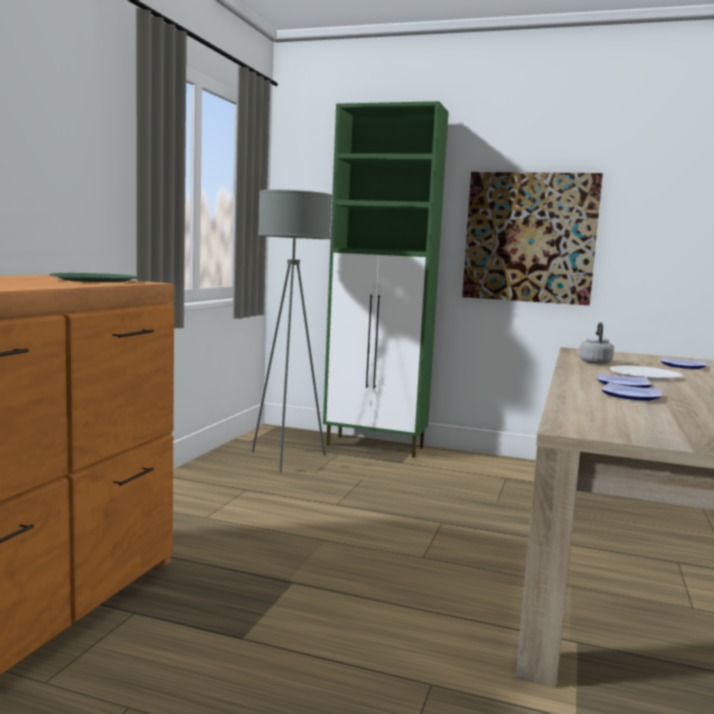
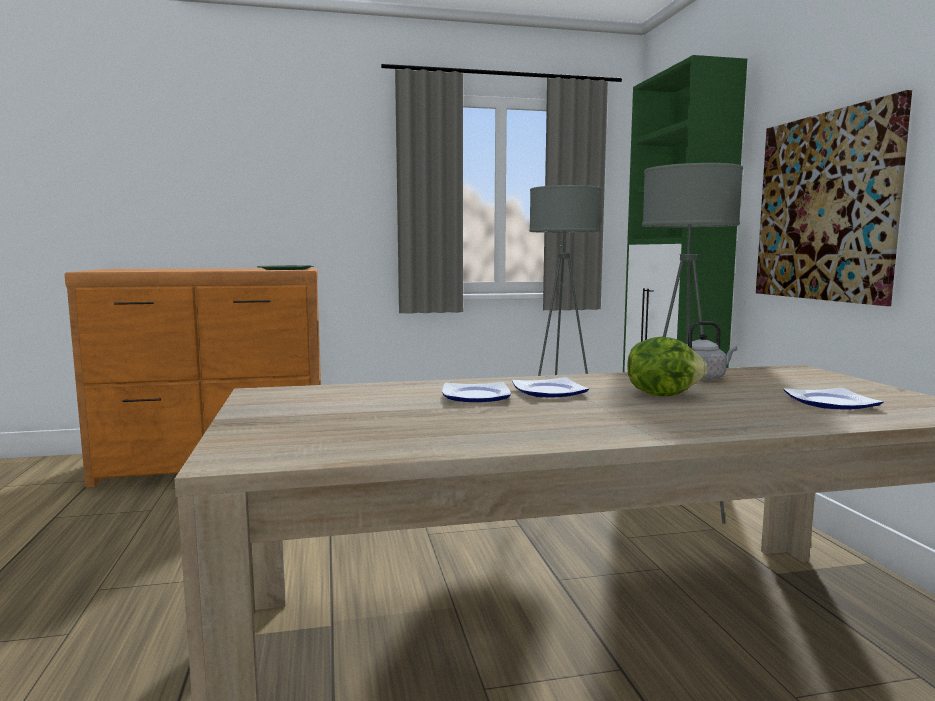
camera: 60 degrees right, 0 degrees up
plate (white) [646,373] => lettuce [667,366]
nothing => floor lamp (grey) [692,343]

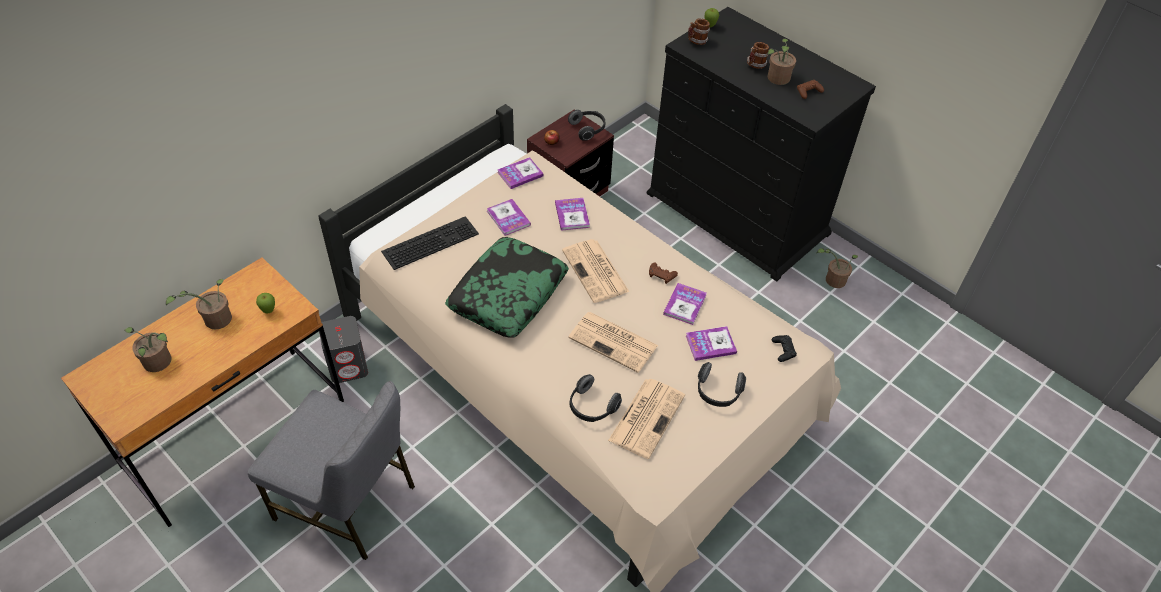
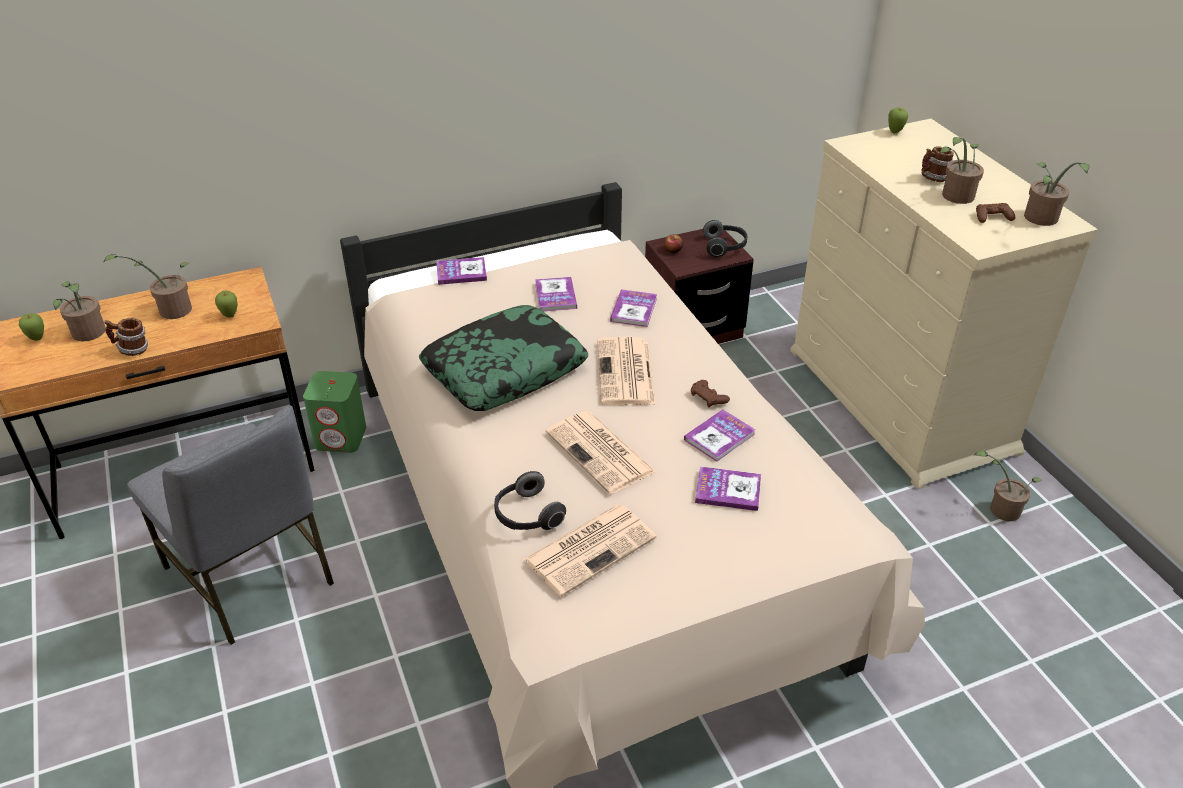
camera: 25 degrees right, 10 degrees down
nothing => apple [31,327]
mug [699,31] => mug [126,337], shifted
speaker (grey) [343,349] => speaker (green) [334,412]
book [520,173] => book [461,271], shifted
dresser (black) [761,144] => dresser (beige) [944,304]
nothing => potted plant [1057,194]
keyboard [430,243] => nothing
headphones [722,384] => nothing
game controller (black) [784,348] => nothing

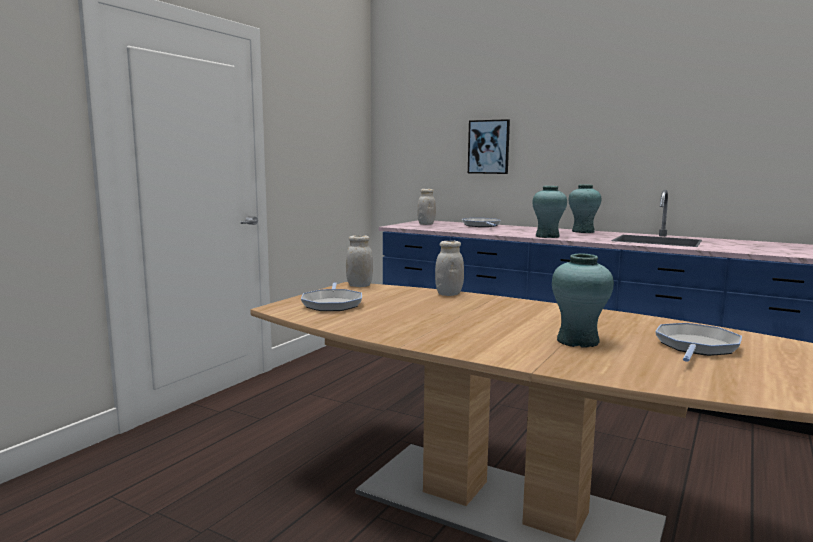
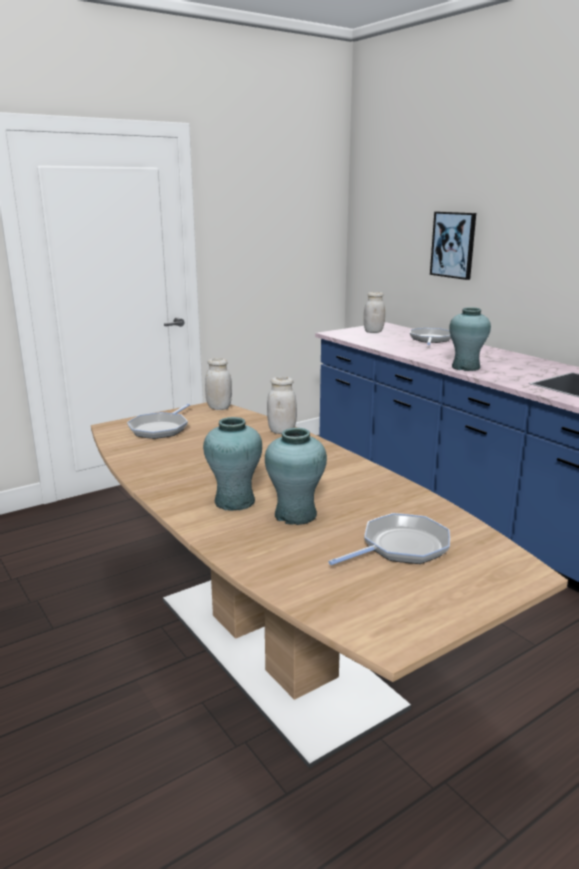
camera: 25 degrees right, 10 degrees up
vase (turquoise) [584,209] => vase (turquoise) [232,464], shifted

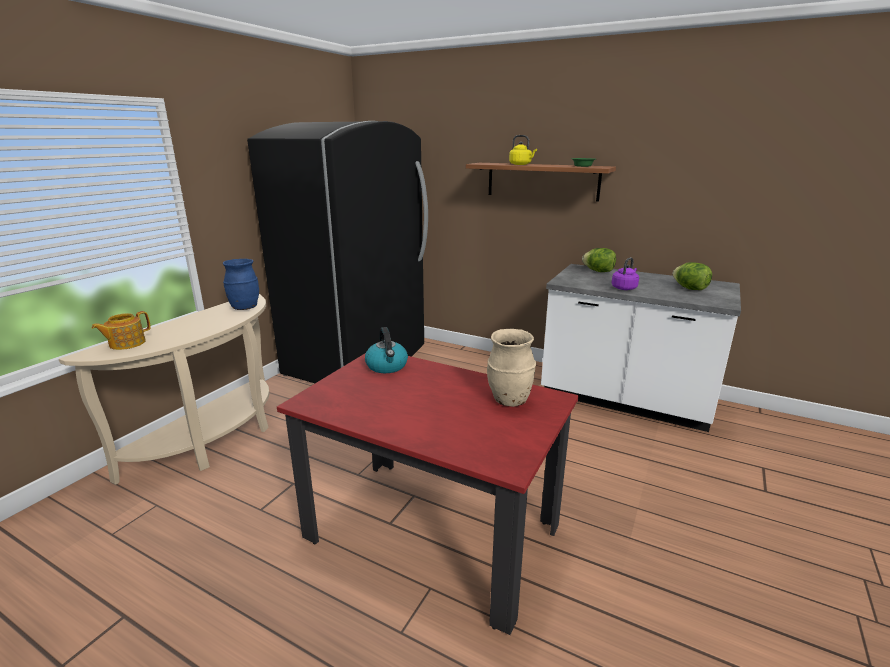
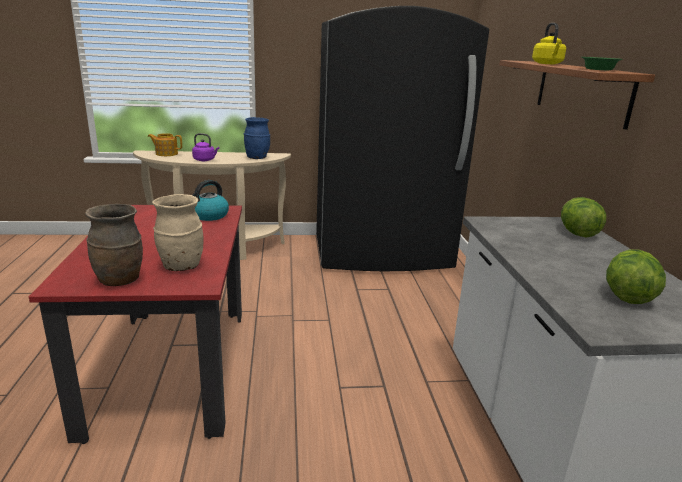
camera: 55 degrees right, 0 degrees up
nothing => vase (brown) [114,245]
kettle (purple) [625,273] => kettle (purple) [205,147], shifted

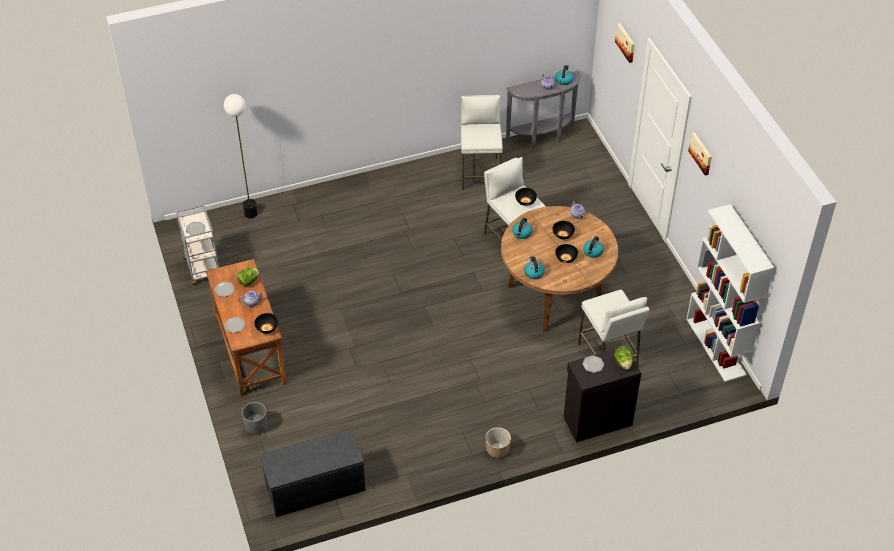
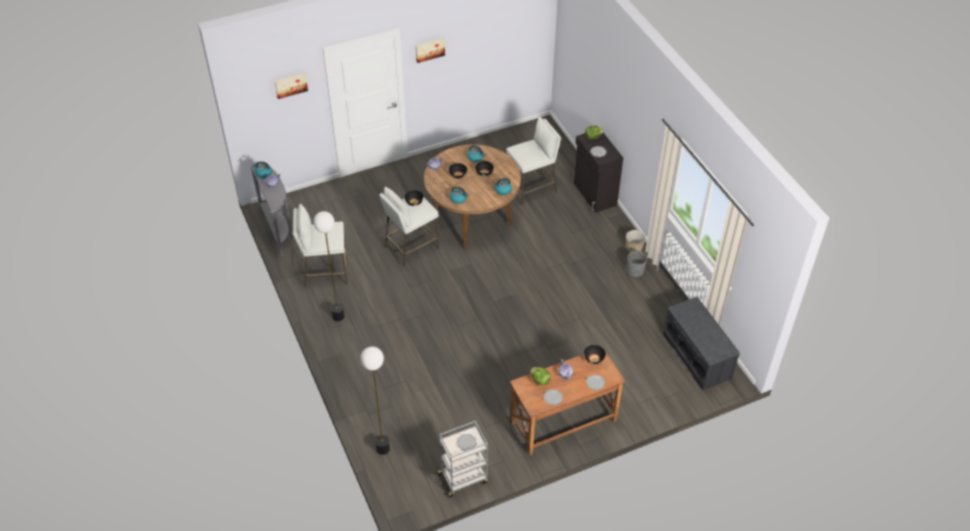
camera: 95 degrees left, 0 degrees up
nothing => floor lamp [329,266]
planter (grey) [254,418] => planter (grey) [637,264], shifted
bookcase (white) [730,293] => nothing

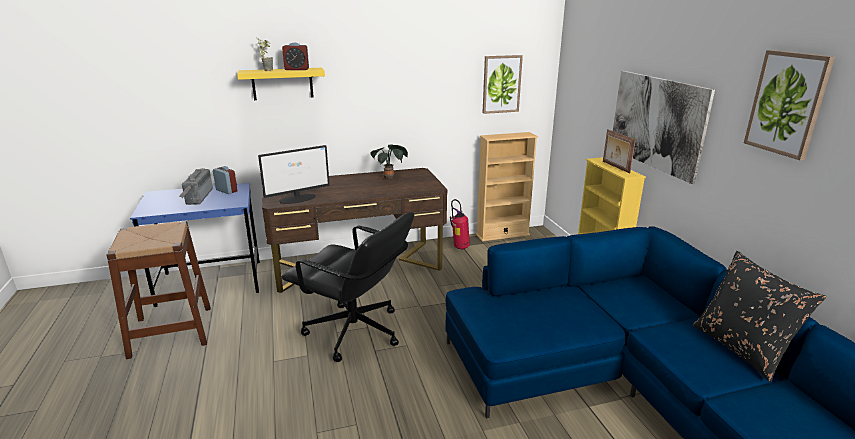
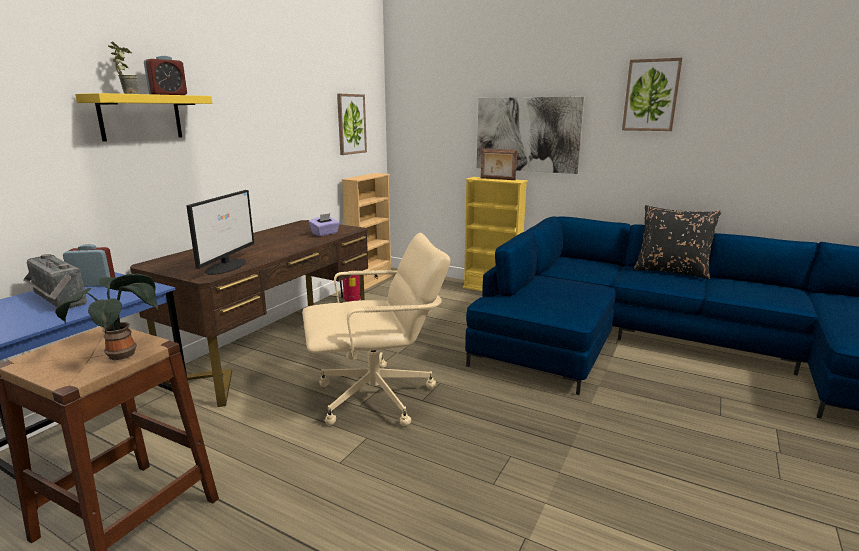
camera: 45 degrees left, 5 degrees down
potted plant [389,161] => potted plant [106,317], shifted
office chair (black) [348,287] => office chair (beige) [376,329]
nothing => tissue box (purple) [324,224]

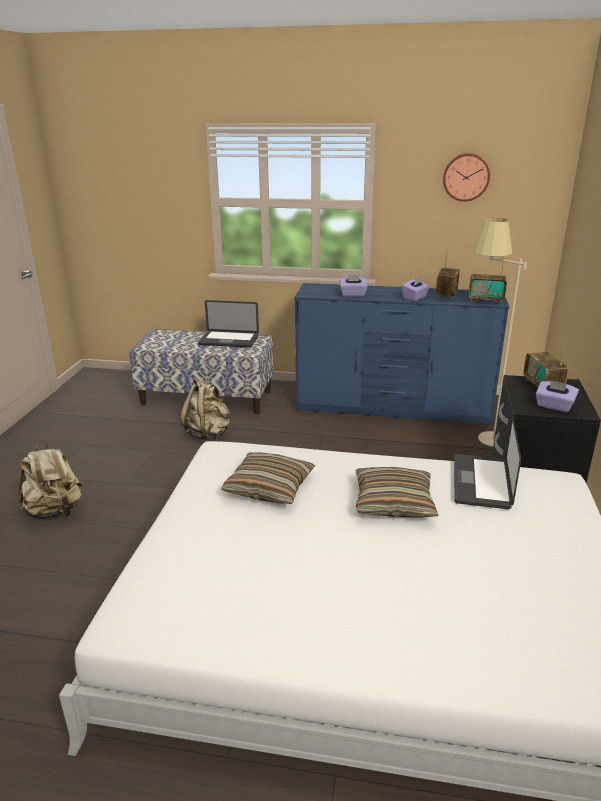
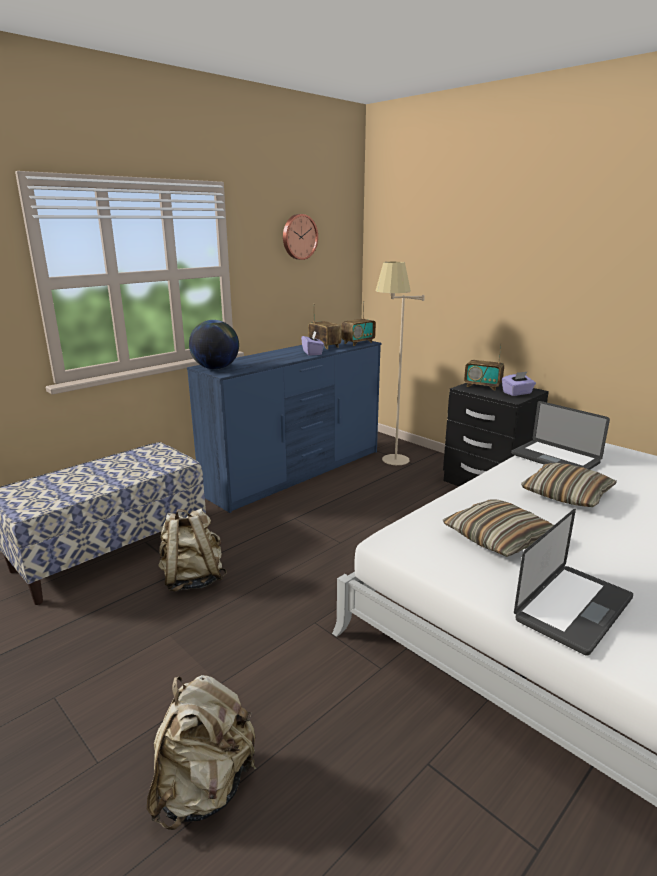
camera: 55 degrees left, 5 degrees down
nothing => globe [214,344]
laptop [228,324] => laptop [573,582], shifted
tissue box (purple) [353,285] => nothing

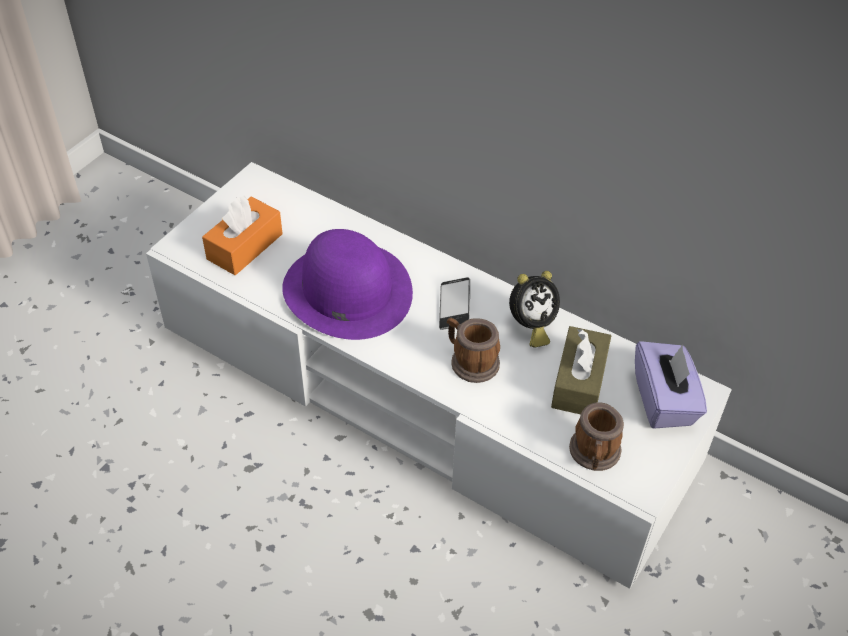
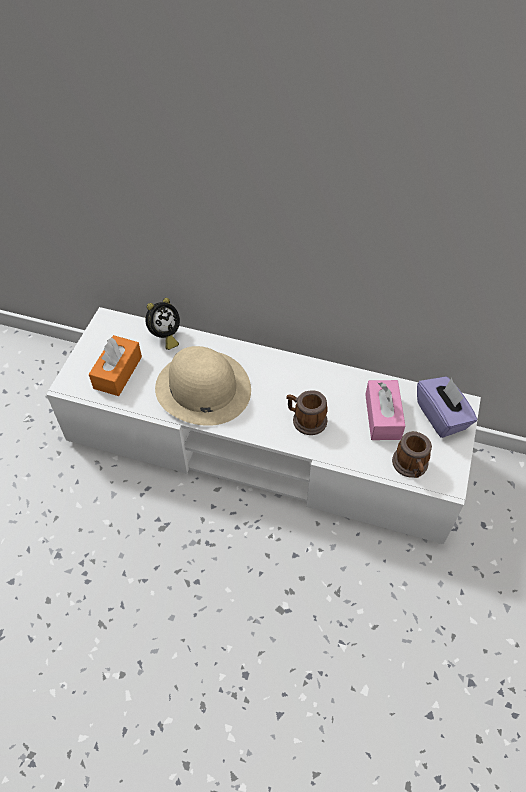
camera: 15 degrees left, 5 degrees up
alarm clock [534,309] => alarm clock [162,324], shifted
hat (purple) [347,284] => hat (beige) [203,386]
tissue box (brown) [581,370] => tissue box (pink) [385,410]
phone [454,303] => nothing

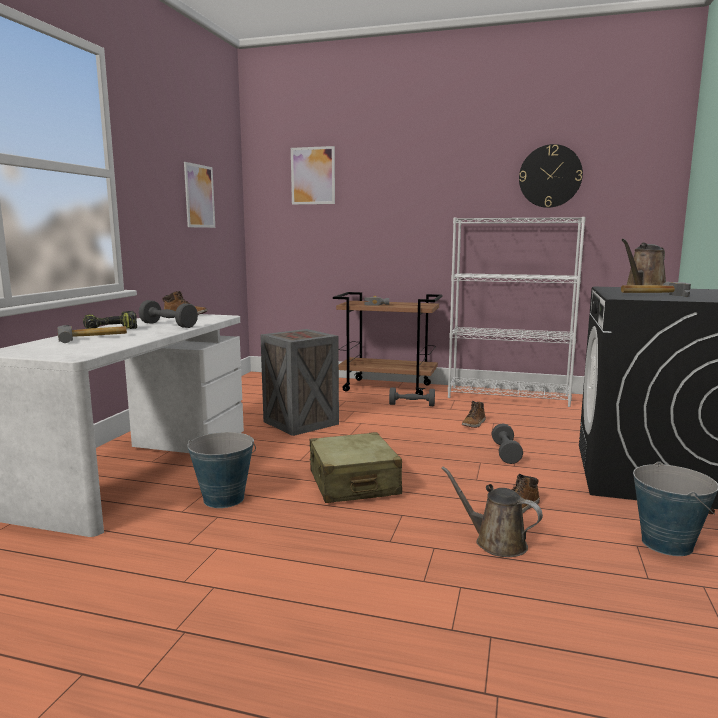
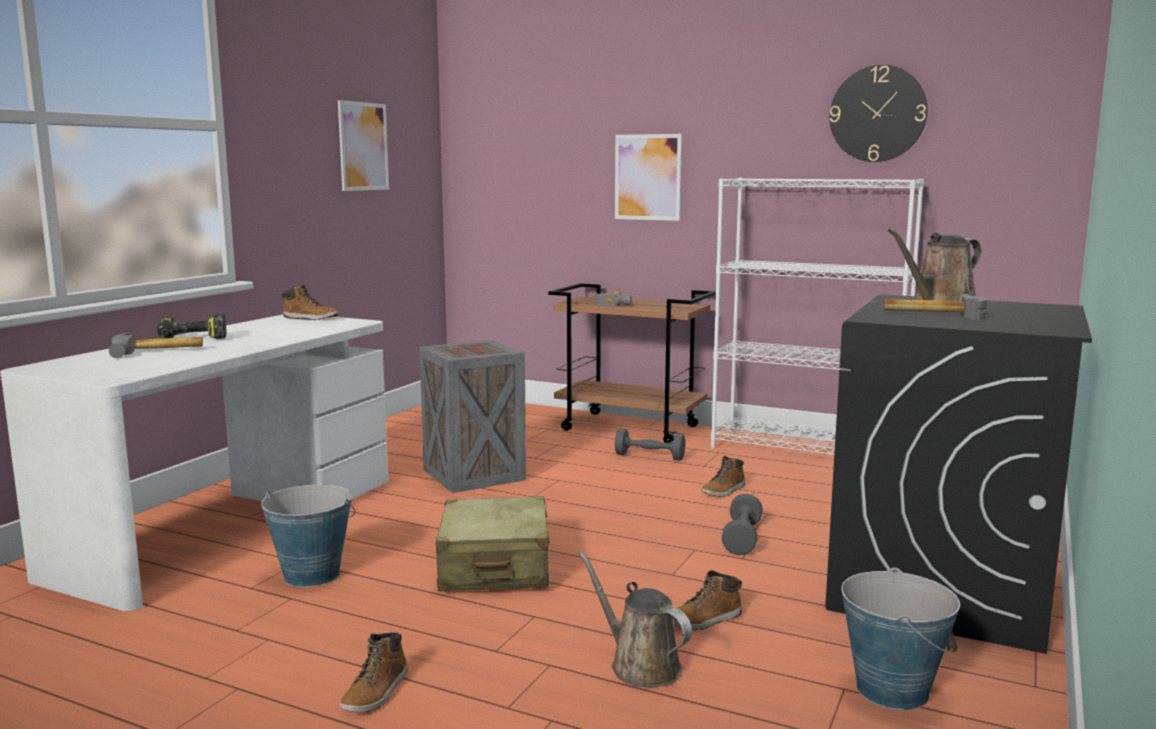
camera: 10 degrees right, 0 degrees up
nothing => boot [374,672]
picture [313,175] => picture [648,177], shifted
dumbbell (grey) [168,314] => nothing

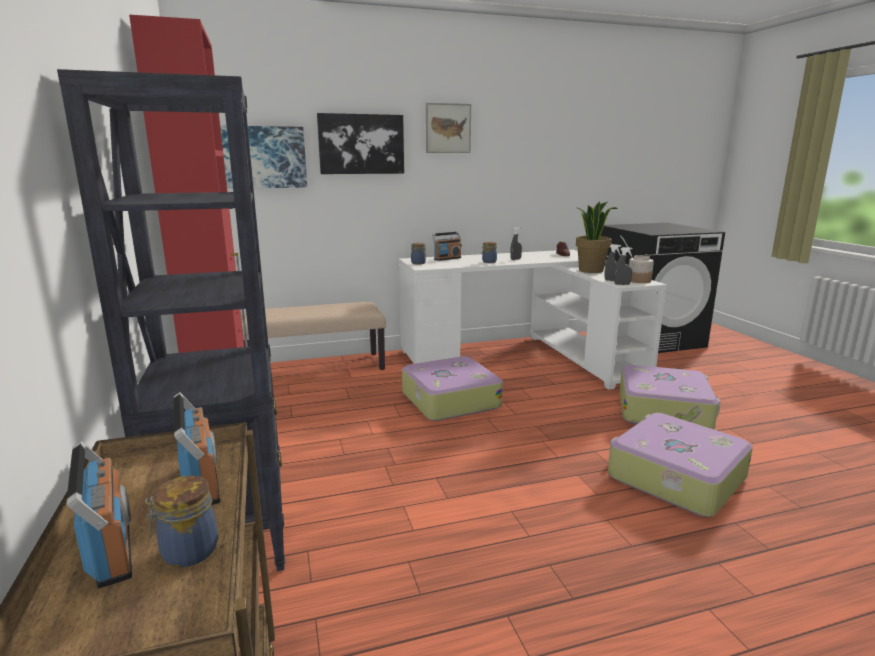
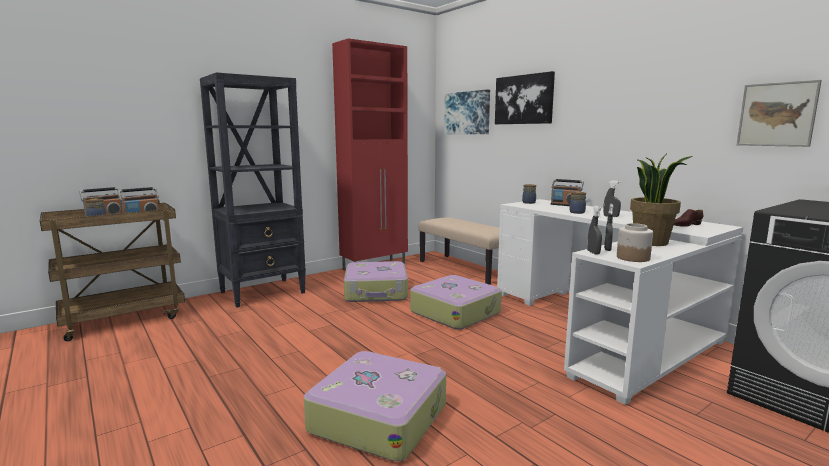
camera: 70 degrees right, 5 degrees down
suitcase [670,397] => suitcase [376,281], shifted
picture [448,128] => picture [779,113], shifted

